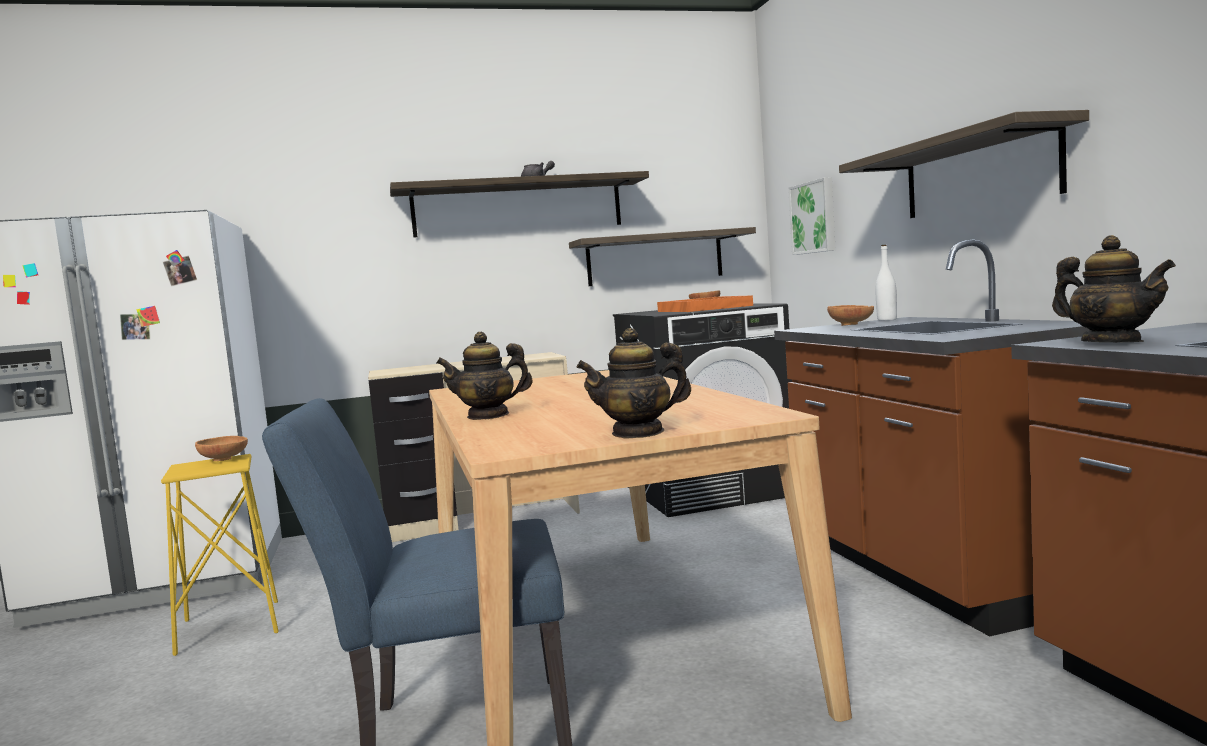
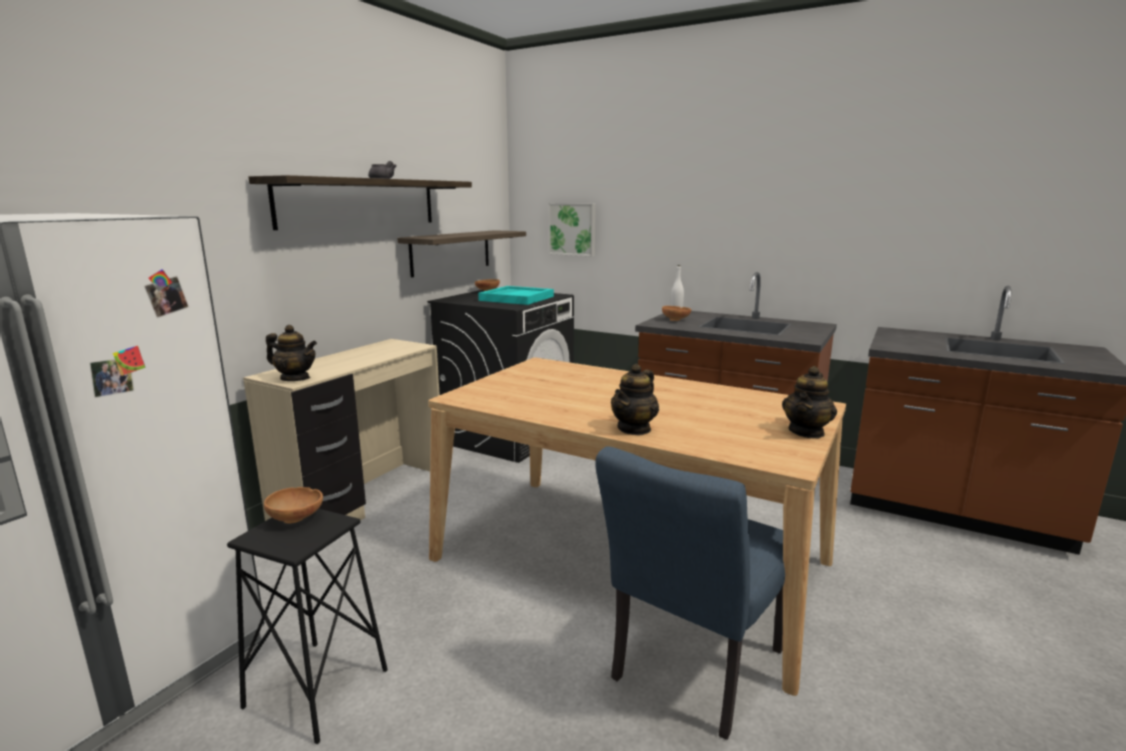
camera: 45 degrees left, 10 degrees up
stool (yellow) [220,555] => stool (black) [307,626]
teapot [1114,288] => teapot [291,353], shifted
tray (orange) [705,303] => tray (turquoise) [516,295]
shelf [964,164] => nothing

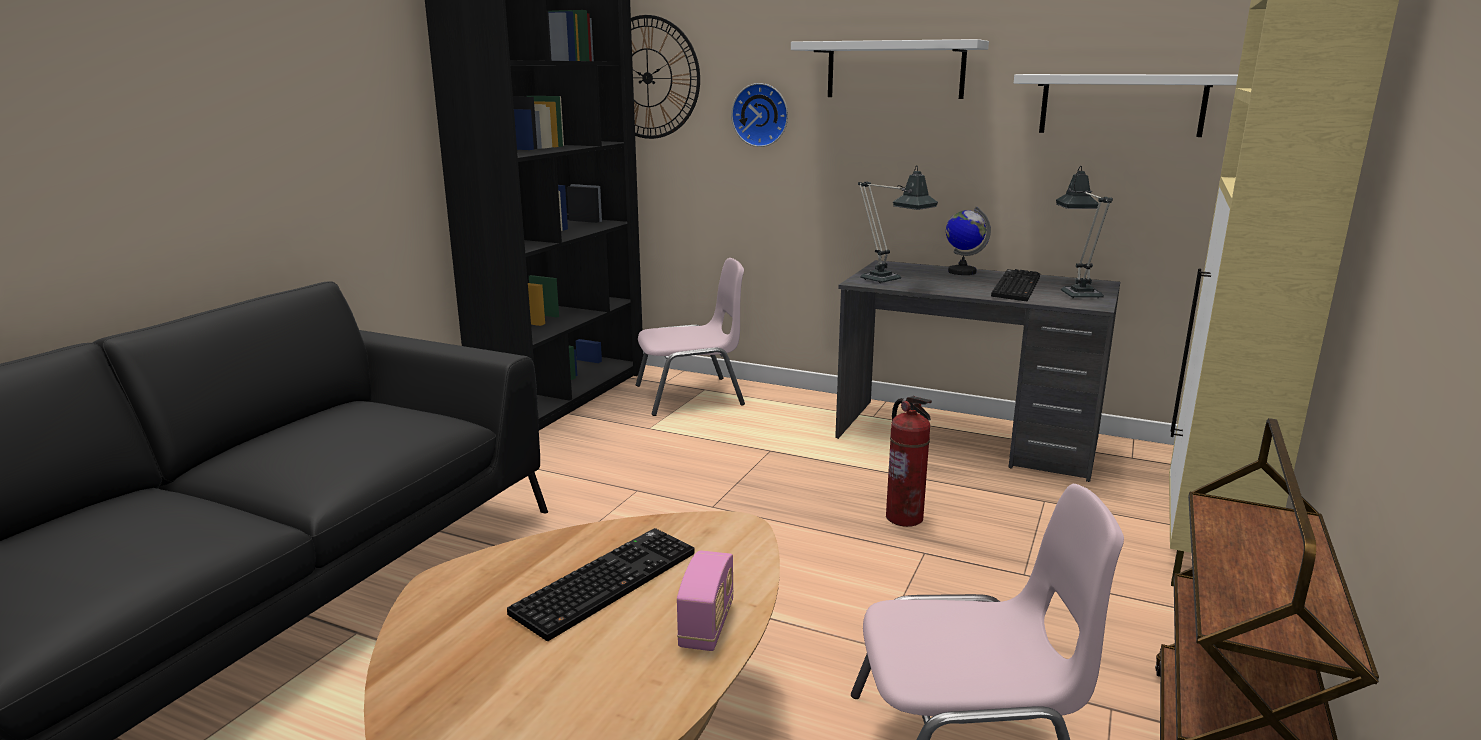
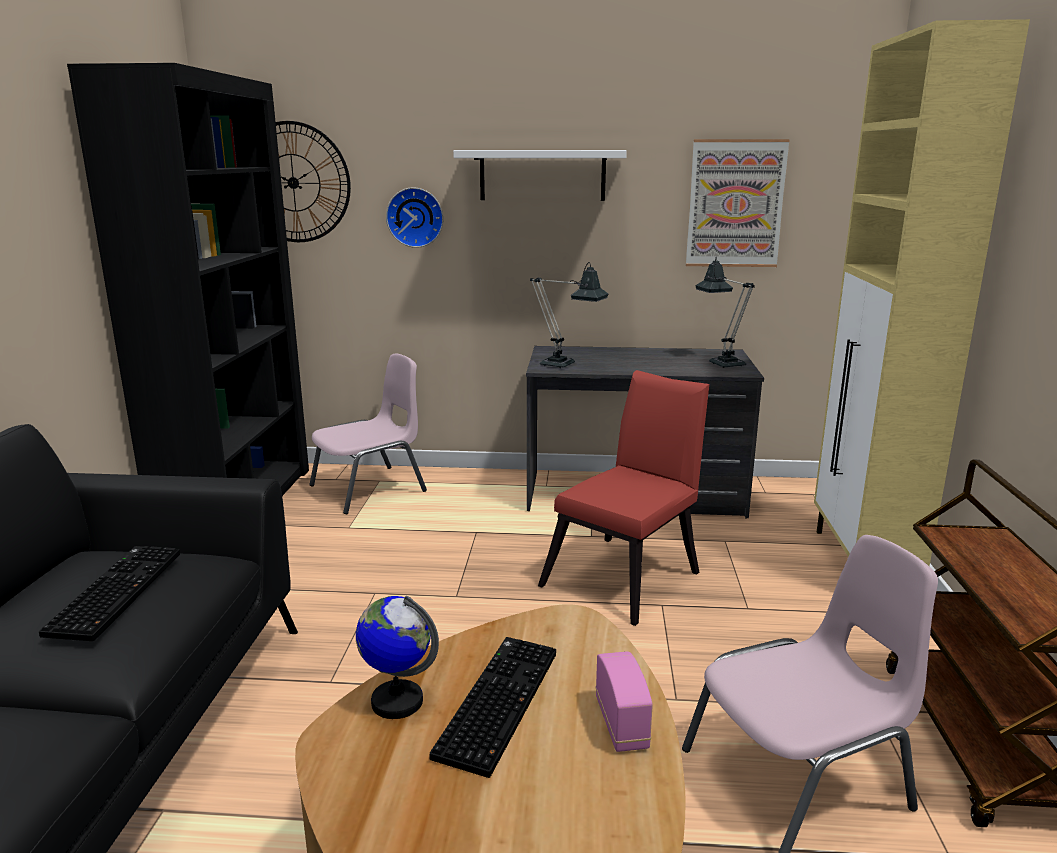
camera: 20 degrees left, 0 degrees up
keyboard [1015,285] => keyboard [109,593], shifted
globe [968,240] => globe [397,657], shifted
fire extinguisher [909,461] => chair (red) [623,498]
shelf (white) [1126,105] => picture [738,203]

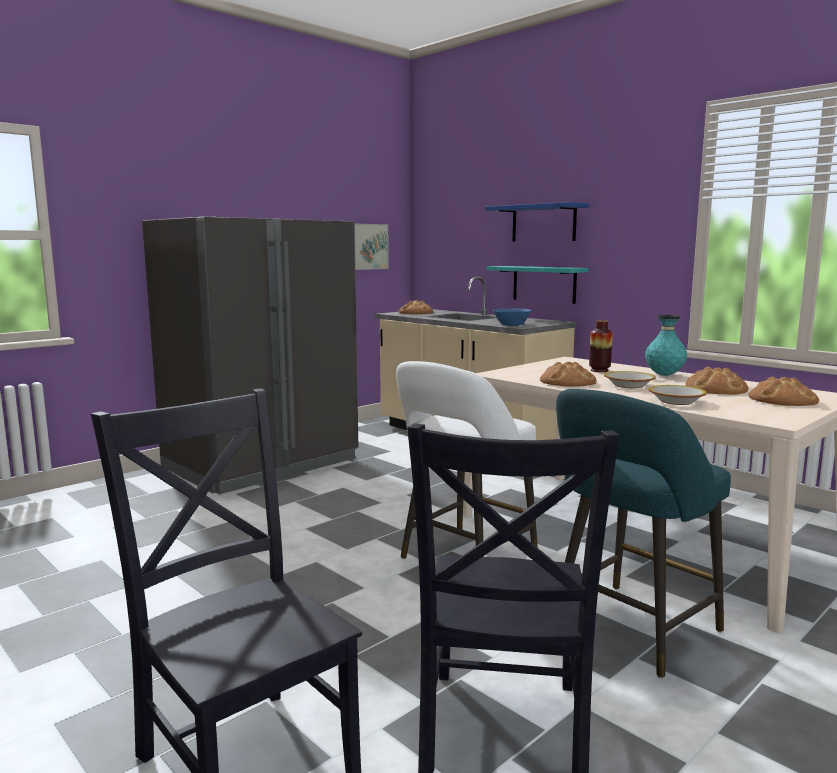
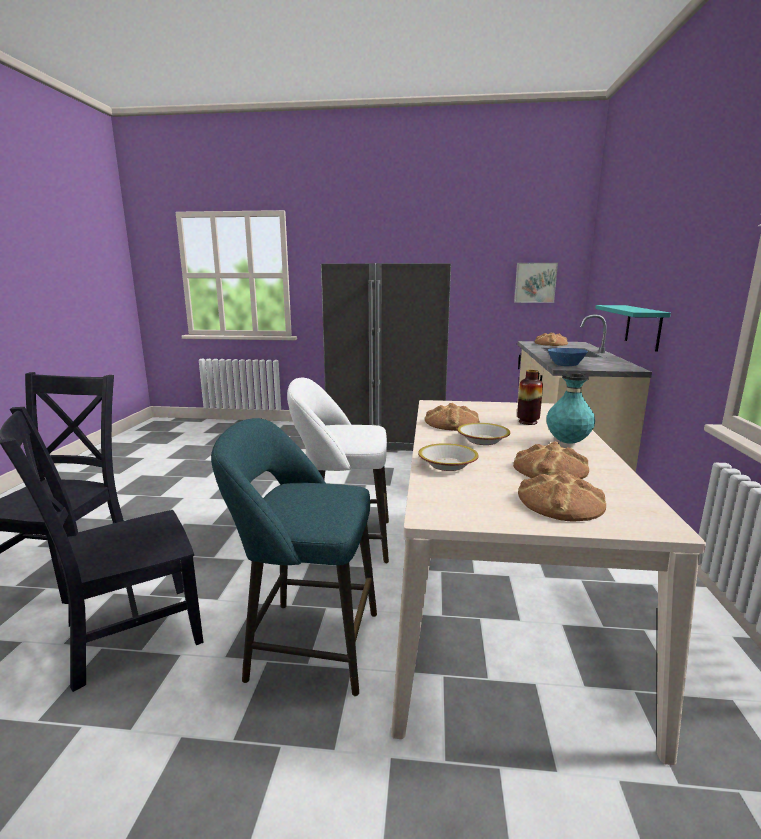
camera: 50 degrees right, 5 degrees up
shelf (blue) [537,221] => nothing

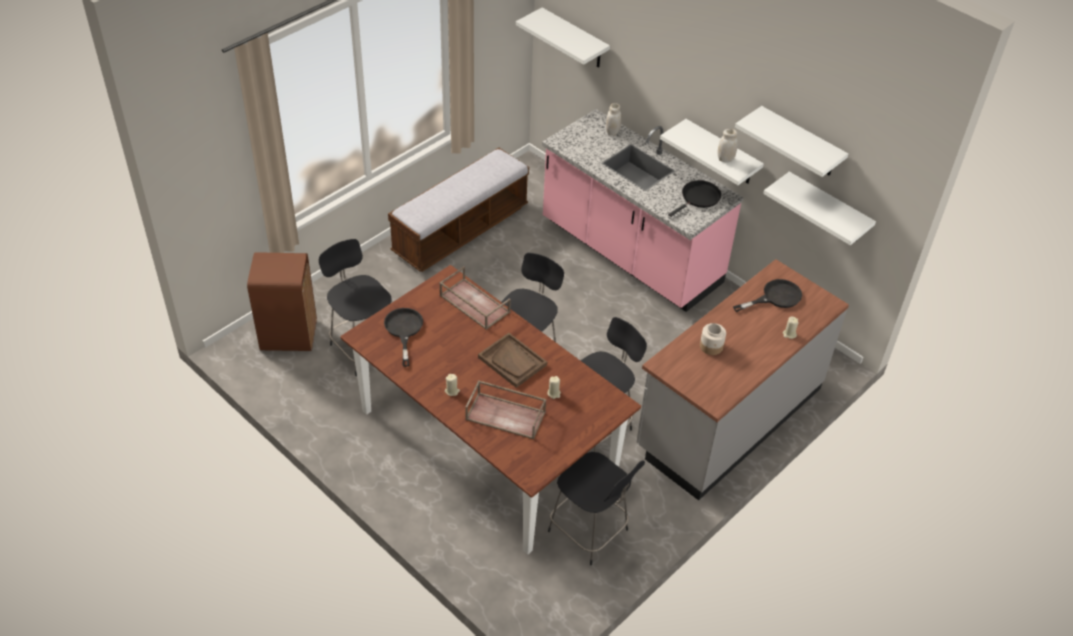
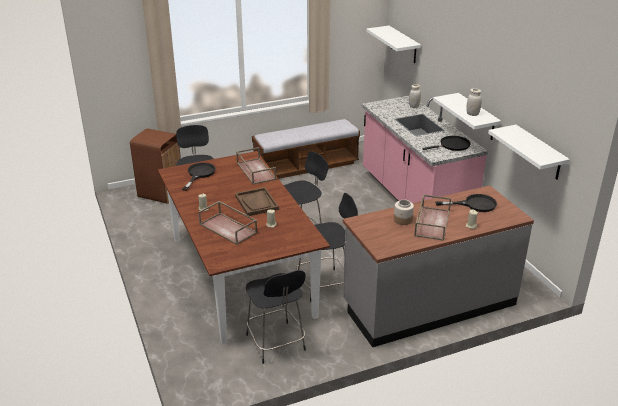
camera: 25 degrees right, 15 degrees down
nothing => tray (brown) [432,217]
shelf (white) [791,141] => nothing

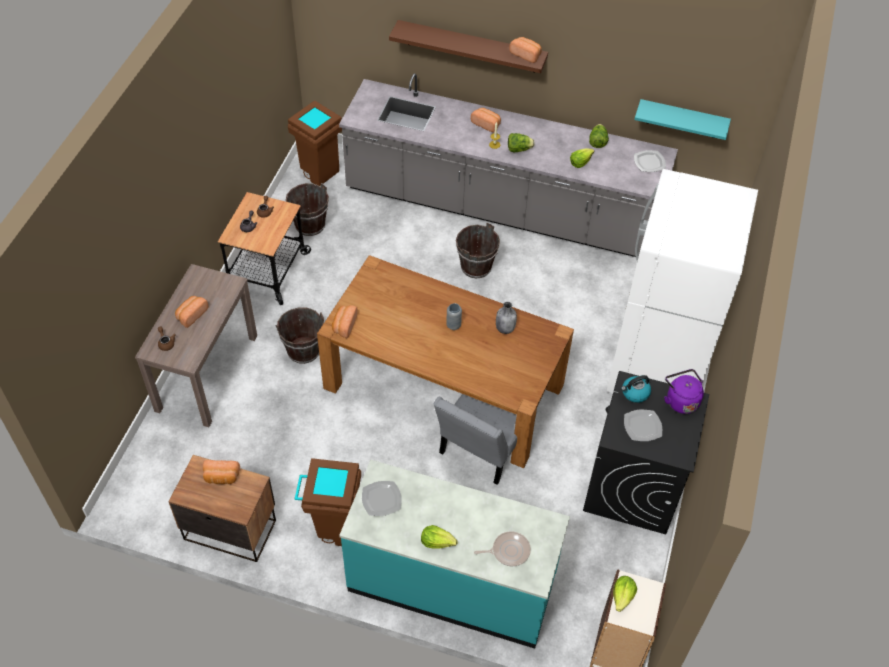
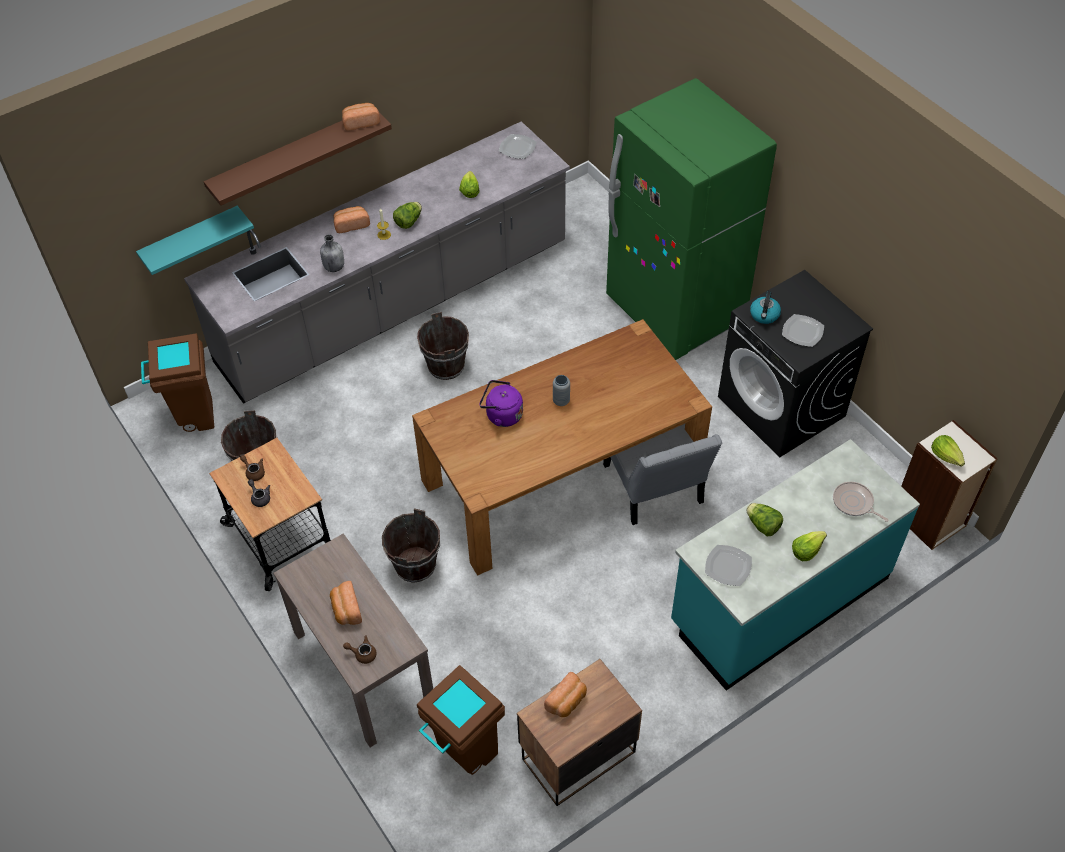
camera: 50 degrees left, 0 degrees up
shelf (turquoise) [682,119] => shelf (turquoise) [195,240], shifted
bottle (grey) [506,318] => bottle (grey) [332,253], shifted
trash can (brown) [328,502] => trash can (brown) [461,720], shifted
kettle (purple) [684,391] => kettle (purple) [501,403], shifted
fridge (white) [682,281] => fridge (green) [691,219]
lettuce [599,136] => lettuce [764,519], shifted
frying pan [502,549] => frying pan [861,502], 75 degrees counterclockwise
bread [345,321] => nothing

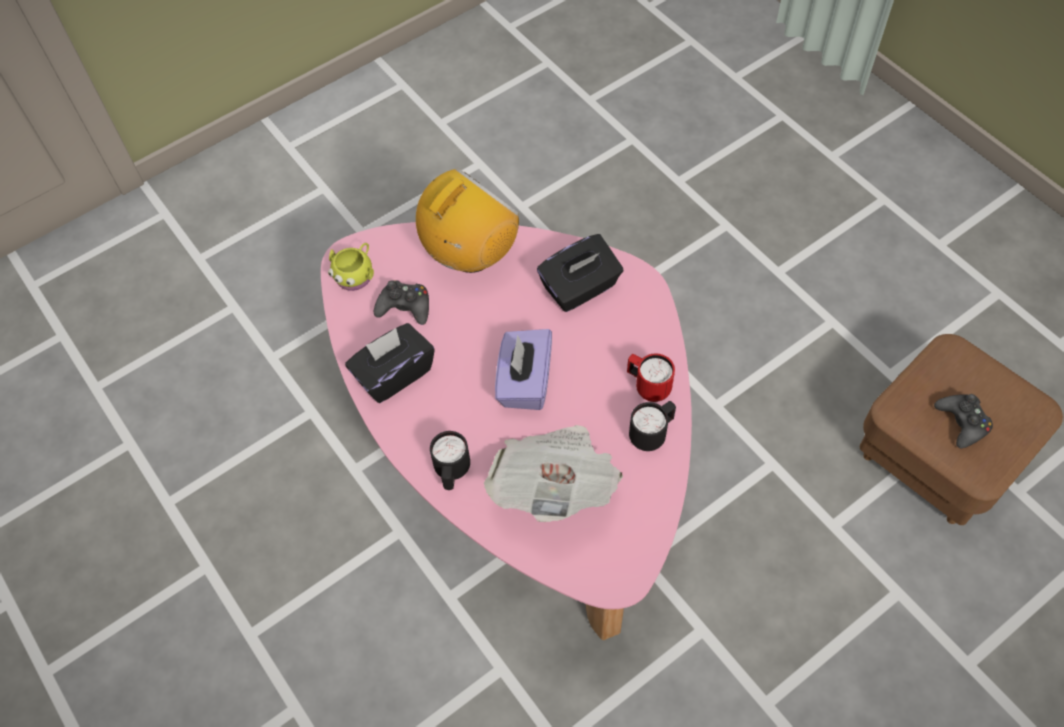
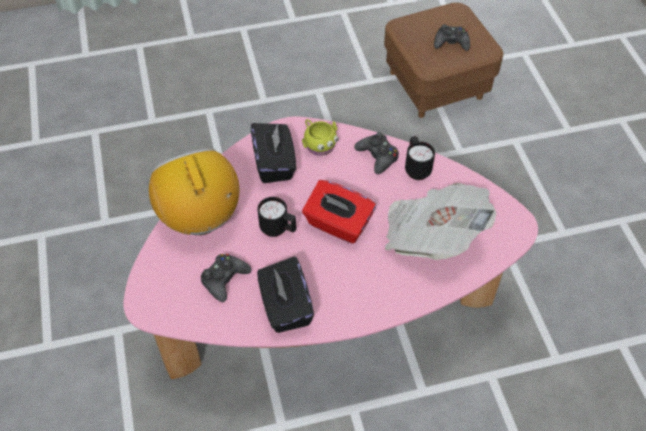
camera: 70 degrees left, 5 degrees down
mug (black) [450,460] => mug (black) [277,217], shifted
mug (yellow) [351,267] => mug (yellow) [320,137], shifted
tissue box (purple) [523,369] => tissue box (red) [339,212]
mug (red) [651,377] => game controller (black) [376,153]

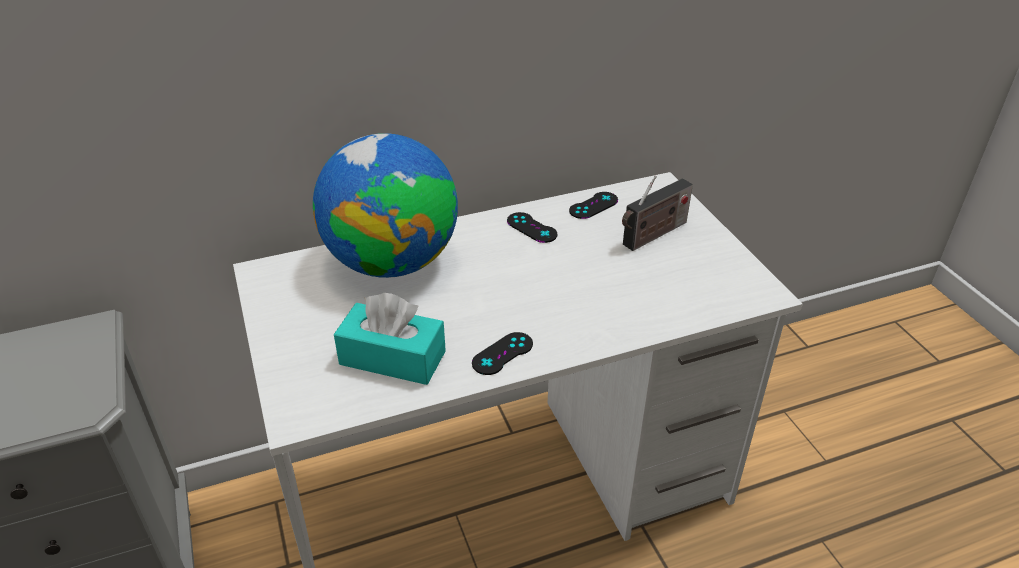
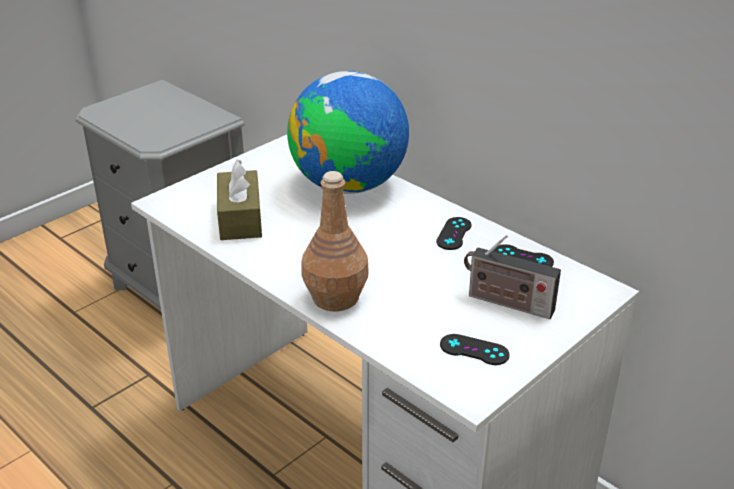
camera: 65 degrees right, 5 degrees down
tissue box (turquoise) [390,339] => tissue box (brown) [239,200]
nothing => bottle (brown) [335,241]
game controller (black) [502,353] => game controller (black) [475,349], shifted

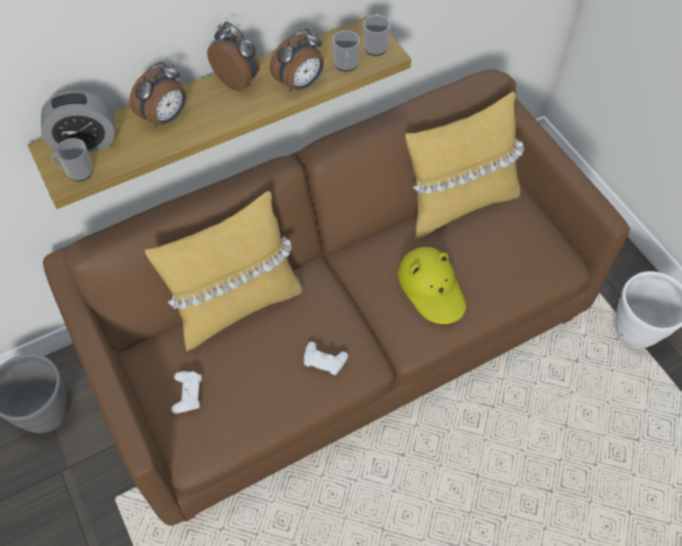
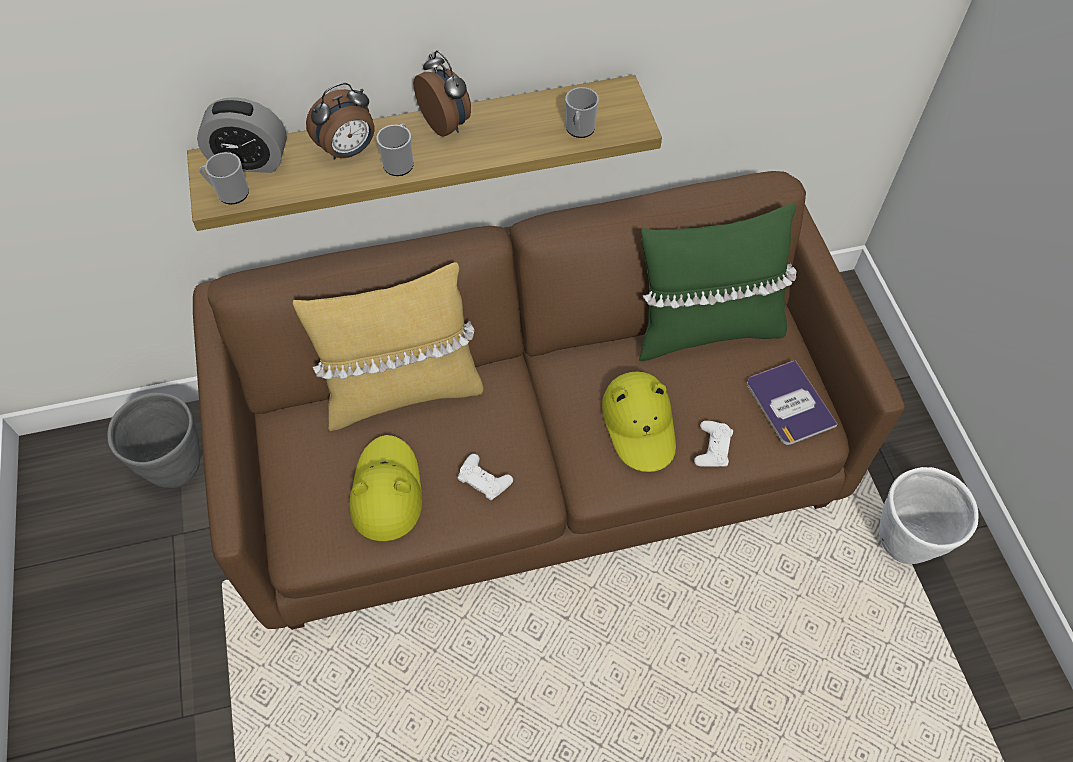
camera: 15 degrees right, 0 degrees up
nothing => hat (yellow) [385,488]
mug [376,35] => mug [395,149], shifted
pillow (yellow) [464,165] => pillow (green) [718,282]
game controller (white) [186,392] => game controller (white) [713,444], shifted
nothing => book [792,402]
alarm clock [297,60] => nothing

